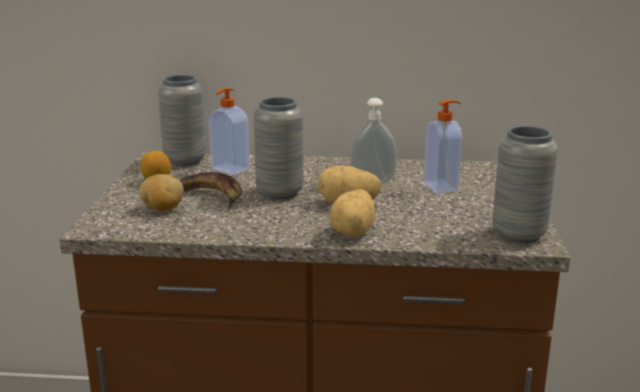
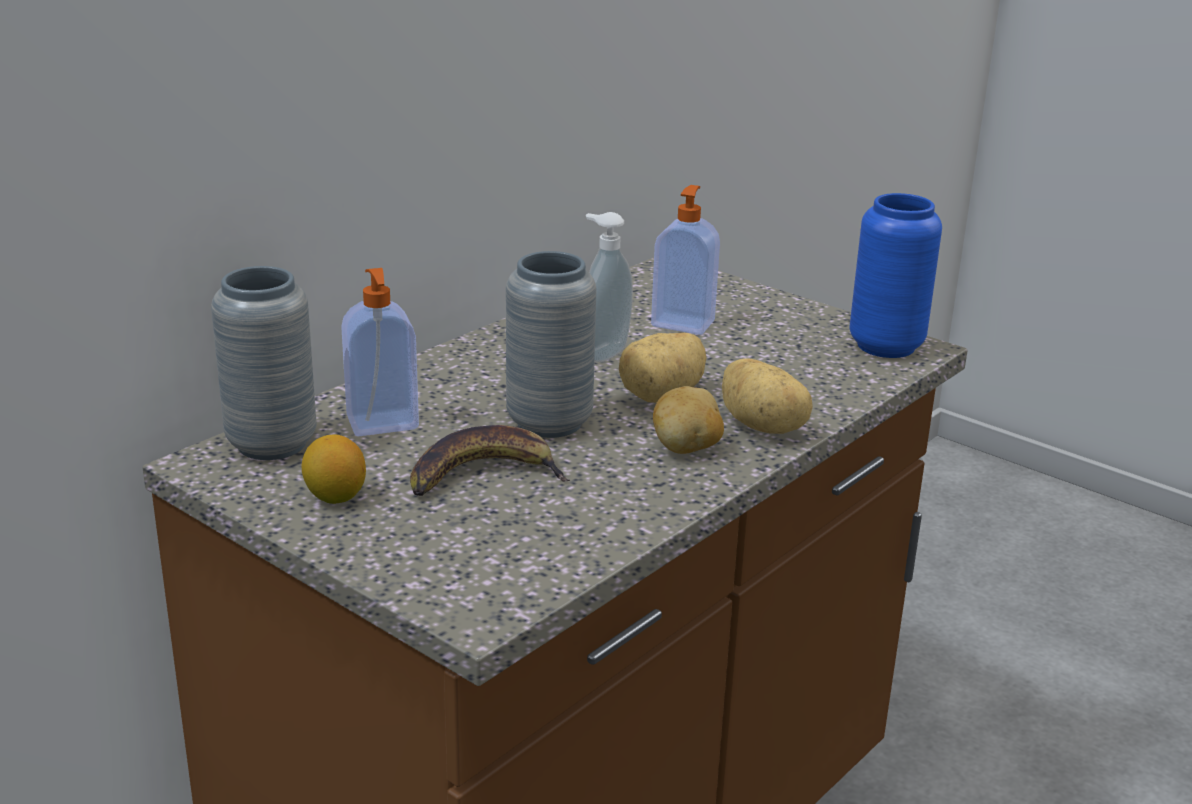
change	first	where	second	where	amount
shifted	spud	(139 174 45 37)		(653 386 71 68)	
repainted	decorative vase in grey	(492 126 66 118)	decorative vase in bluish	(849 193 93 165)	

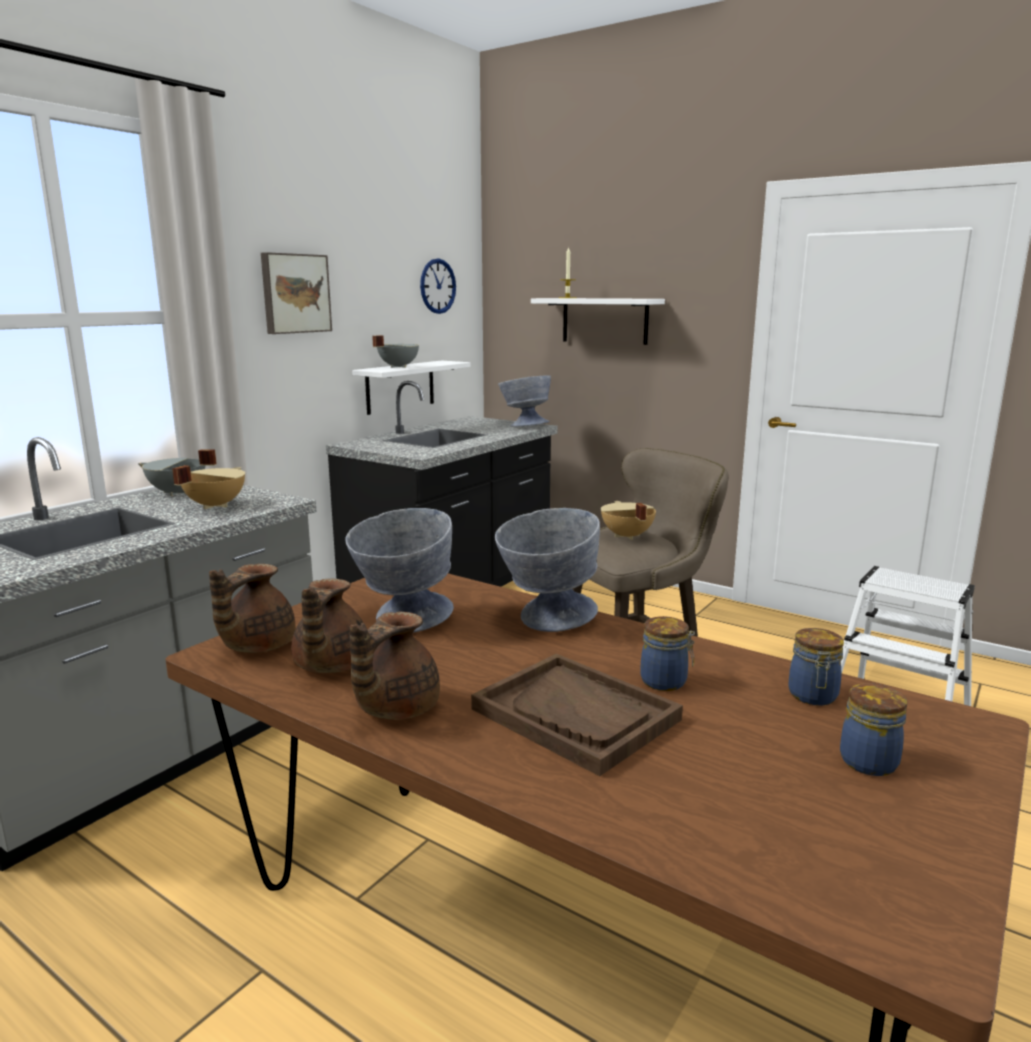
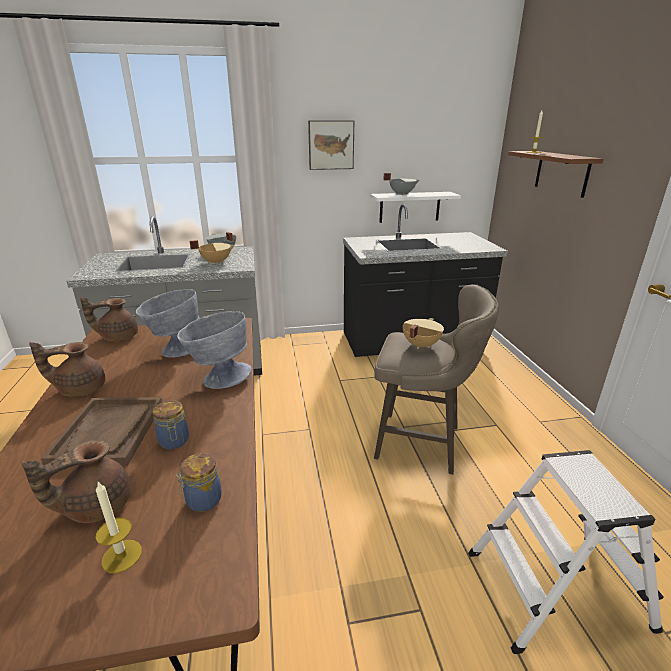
change	first	where	second	where	amount
shifted	pot for tea in brown	(291 579 72 94)		(22 440 109 83)	
swapped	jar	(840 683 67 93)	candle	(96 482 46 91)	
repainted	shelf in white-coloured	(531 298 134 47)	shelf in brown	(508 151 96 47)	
gone	wall clock	(420 259 36 55)			
gone	serving bowl in grey	(498 375 53 52)			

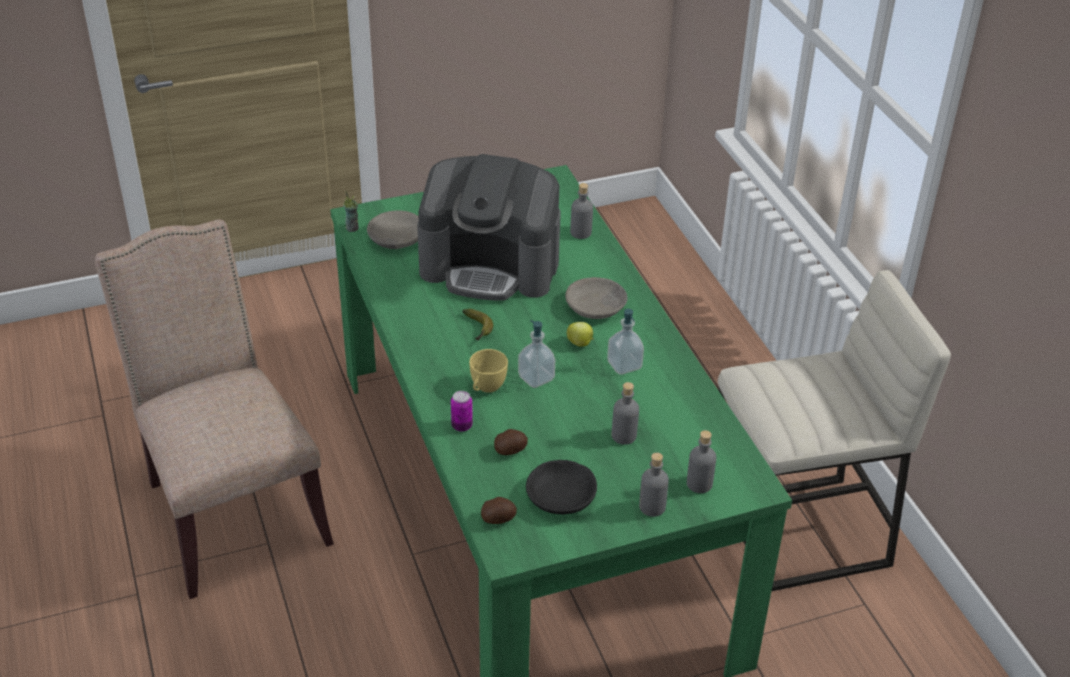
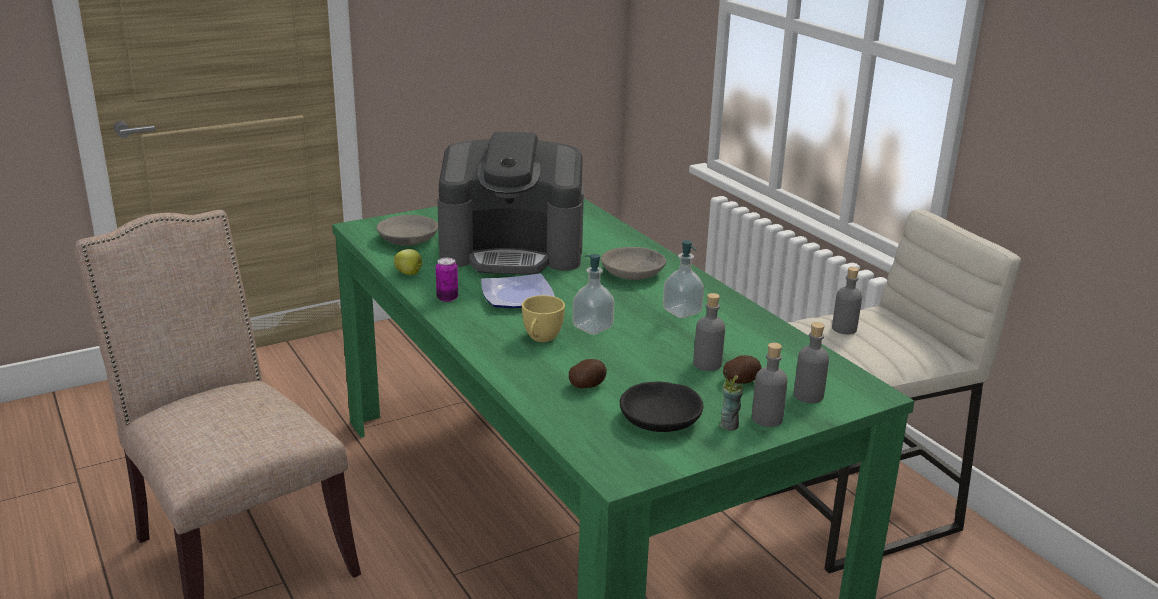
change	first	where	second	where	amount
shifted	apple	(567 322 27 25)		(394 249 29 26)	
shifted	can	(451 391 22 40)		(436 258 22 44)	
swapped	banana	(462 309 31 32)	dinner plate	(481 273 74 35)	
shifted	cup	(343 191 15 41)		(719 370 24 61)	
shifted	spud	(481 497 36 27)		(723 355 39 29)	
shifted	bottle in grey	(570 183 23 56)		(832 267 30 67)	

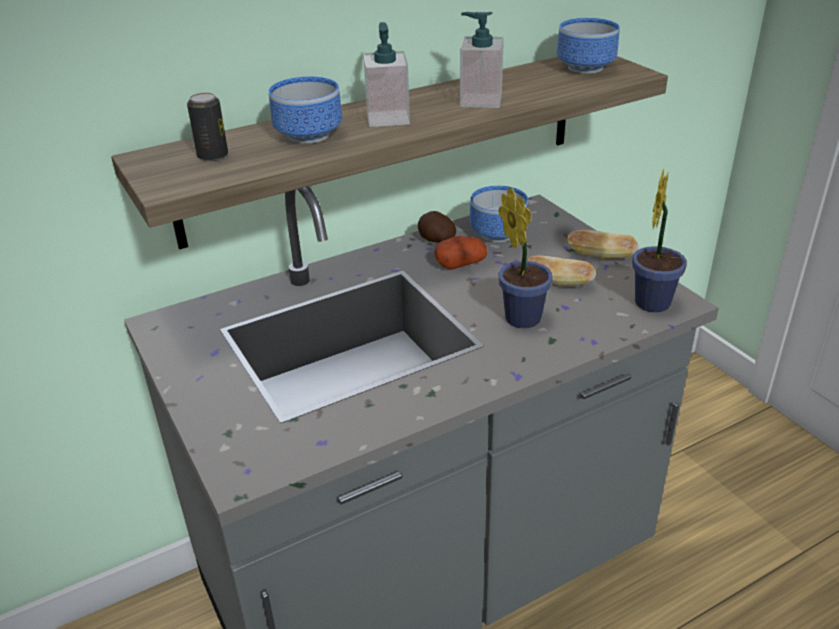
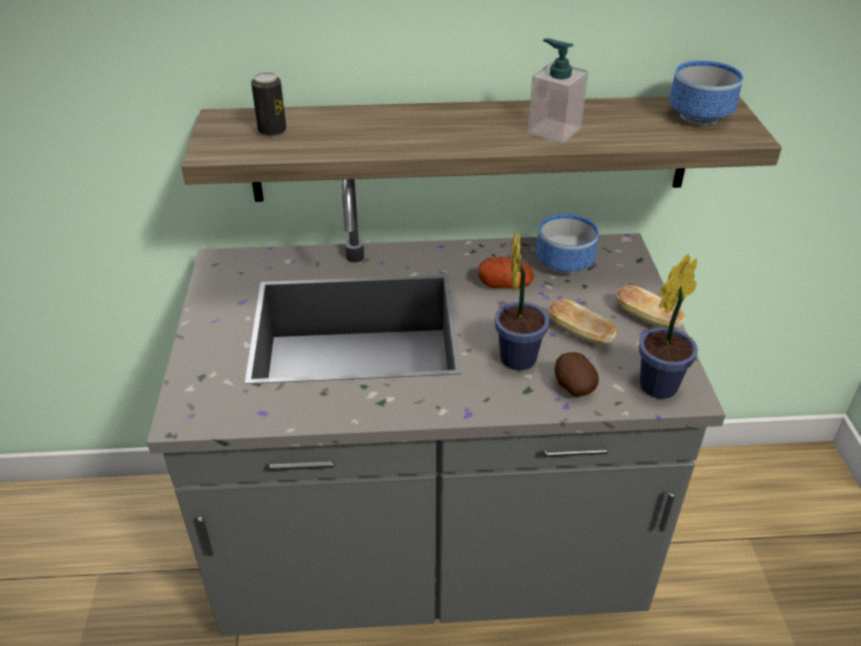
change	first	where	second	where	amount
shifted	spud	(418 211 38 32)		(555 352 44 45)	
gone	serving bowl	(269 77 73 67)			
gone	liquid soap bottle	(363 22 47 105)			

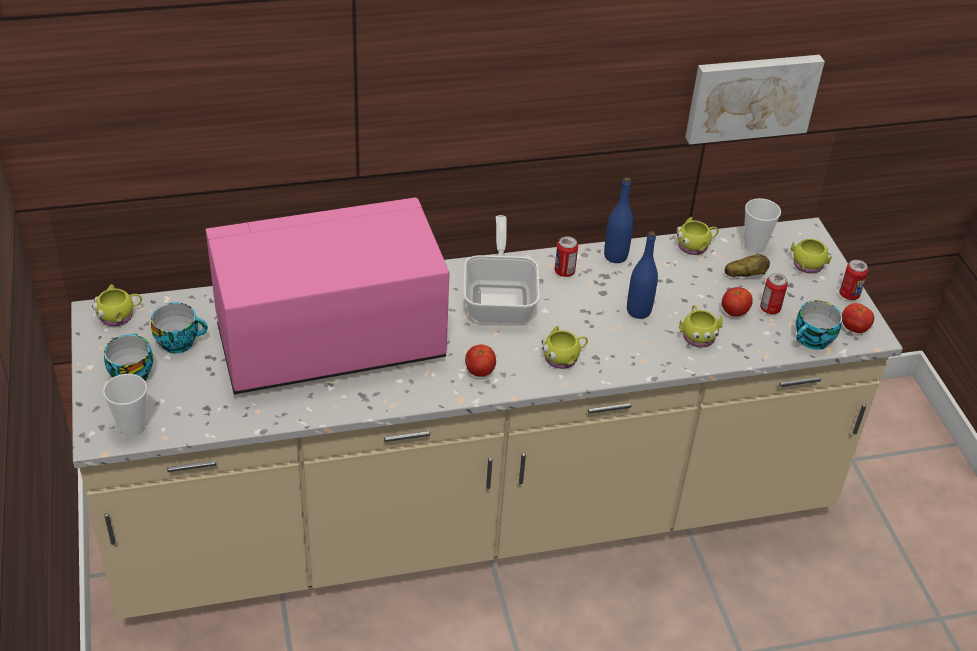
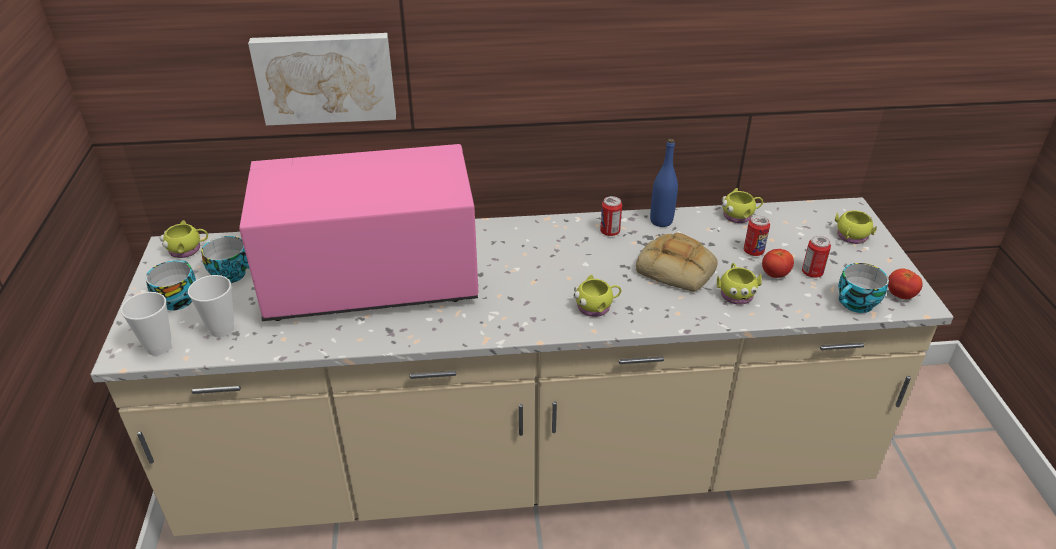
change	first	where	second	where	amount
shifted	cup	(744 198 37 55)		(188 275 46 62)	
shifted	wall art	(685 55 140 89)		(248 33 148 93)	
swapped	bottle in bluish	(627 231 31 88)	bakery bread	(636 233 82 59)	
shifted	can	(839 260 29 40)		(744 215 26 41)	
gone	skillet	(463 215 77 108)			
gone	whole tomato	(465 344 31 33)			
gone	spud	(725 254 45 23)			

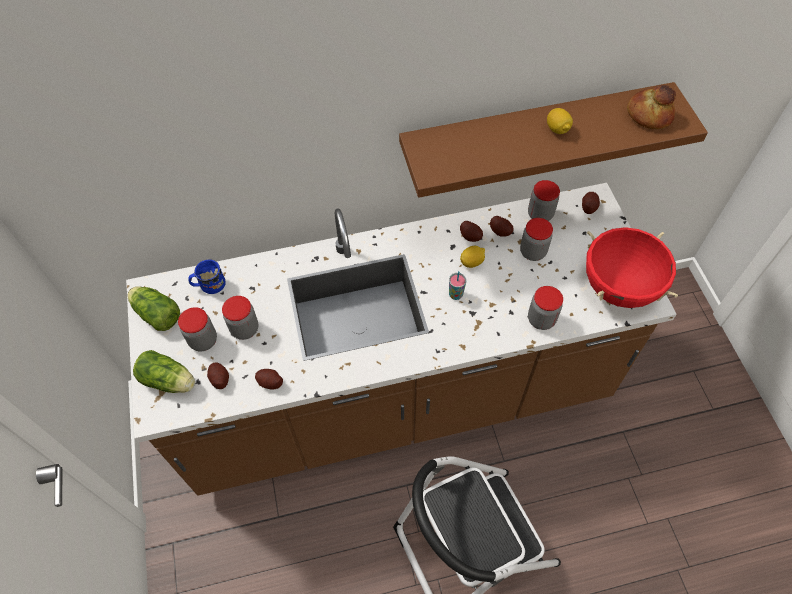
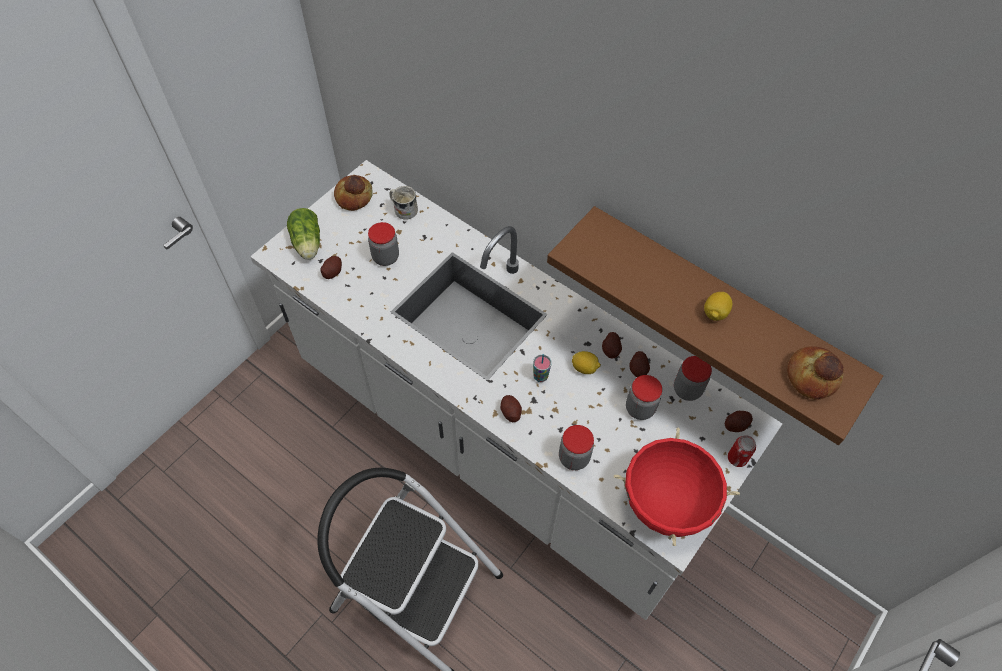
change	first	where	second	where	amount
repainted	kitchen base unit in brown	(126 183 551 313)	kitchen base unit in white-coloured	(250 160 532 460)	
swapped	lettuce	(127 286 53 45)	bakery bread	(334 175 39 36)	
repainted	coffee mug in bluish	(188 259 38 35)	coffee mug in white-coloured	(389 186 29 34)	
shifted	spud	(255 369 28 21)		(500 395 22 27)	
new			can	(728 435 28 32)	
gone	jar	(178 307 39 44)			

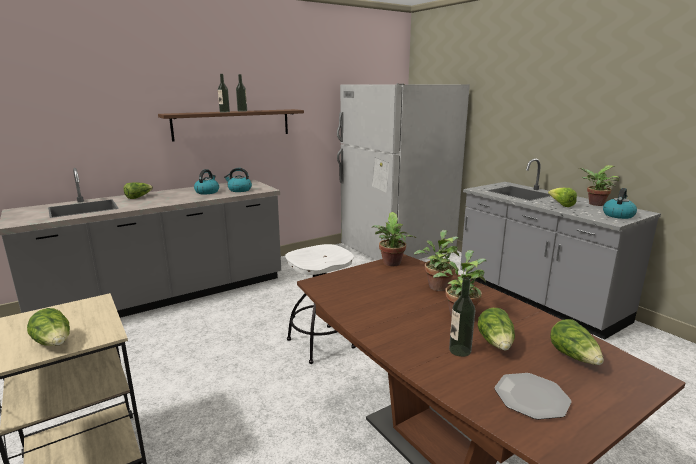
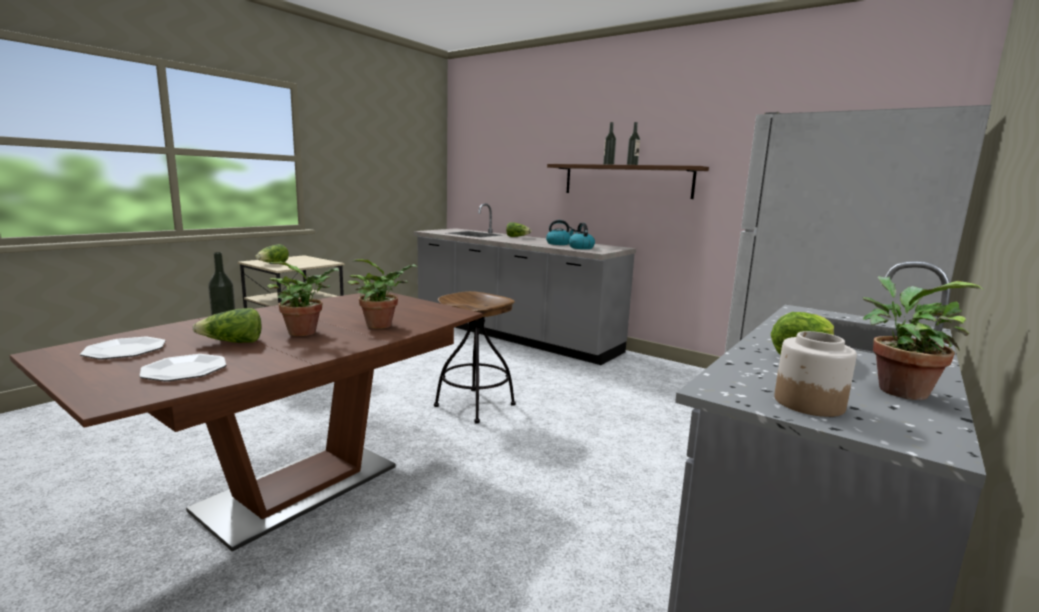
change	first	where	second	where	amount
swapped	lettuce	(550 319 54 46)	dinner plate	(139 354 87 27)	
repainted	stool in white-coloured	(285 244 71 120)	stool in brown	(434 291 82 133)	
swapped	kettle	(603 188 34 31)	jar	(774 331 83 86)	
gone	houseplant	(372 212 44 54)			

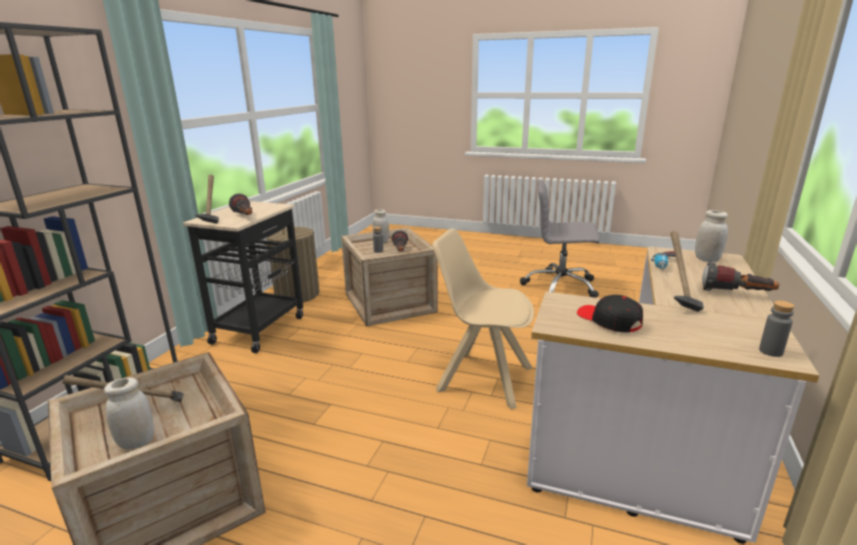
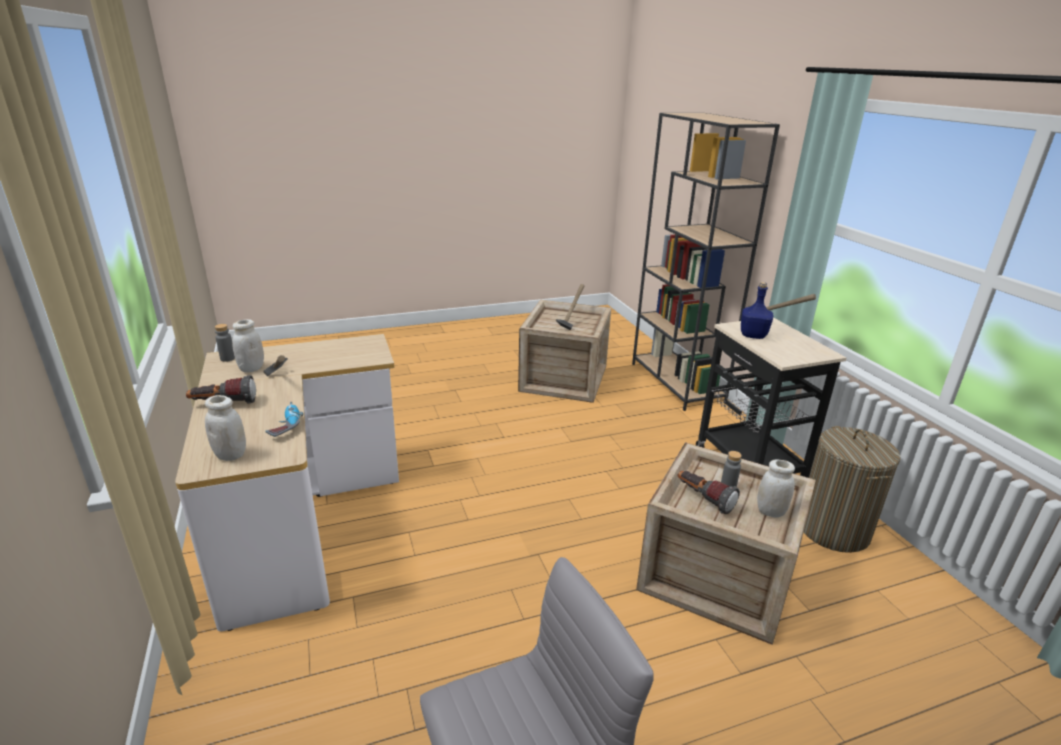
change	first	where	second	where	amount
shifted	jar in white-coloured	(104 378 50 71)		(232 319 32 54)	
swapped	torch	(229 193 24 22)	bottle in bluish	(741 282 32 57)	
gone	upright chair in sand-coloured	(433 229 101 180)			
gone	baseball cap in blackish	(577 295 66 38)			

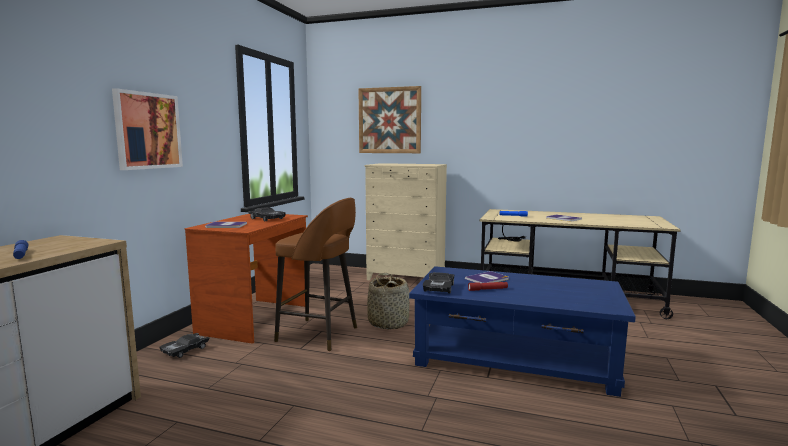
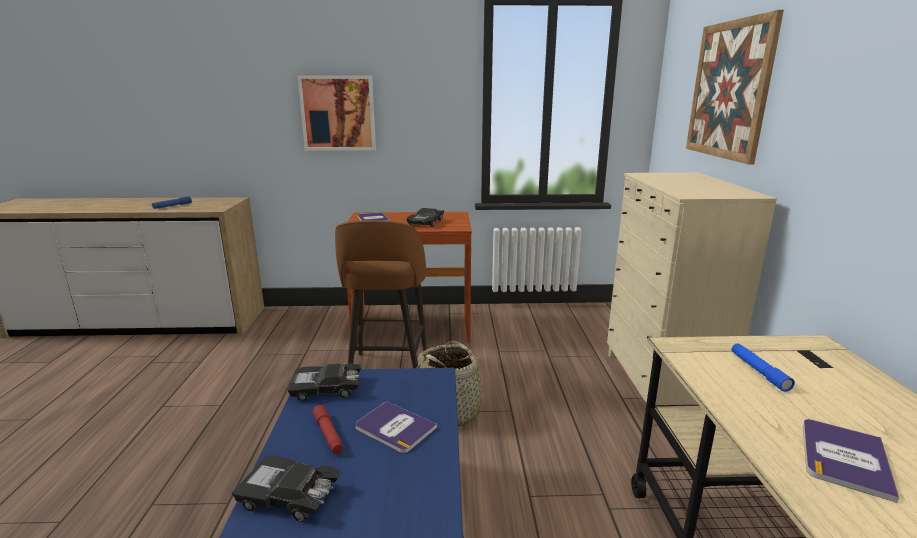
change	first	where	second	where	amount
shifted	toy car in blackish	(159 333 51 25)		(232 456 110 66)	

